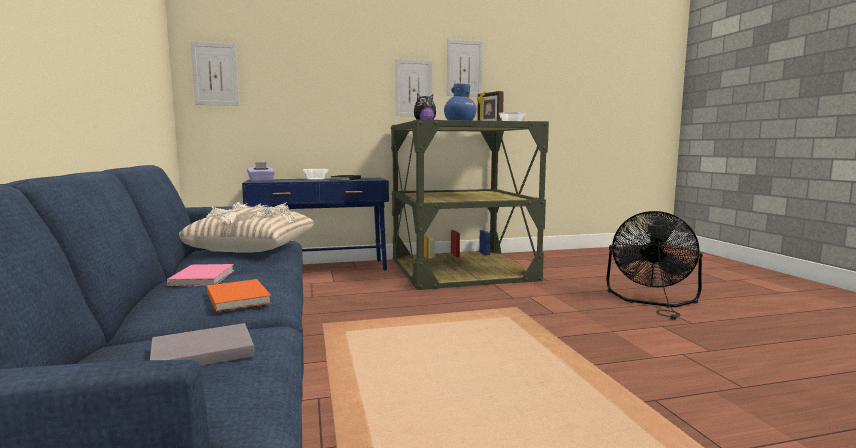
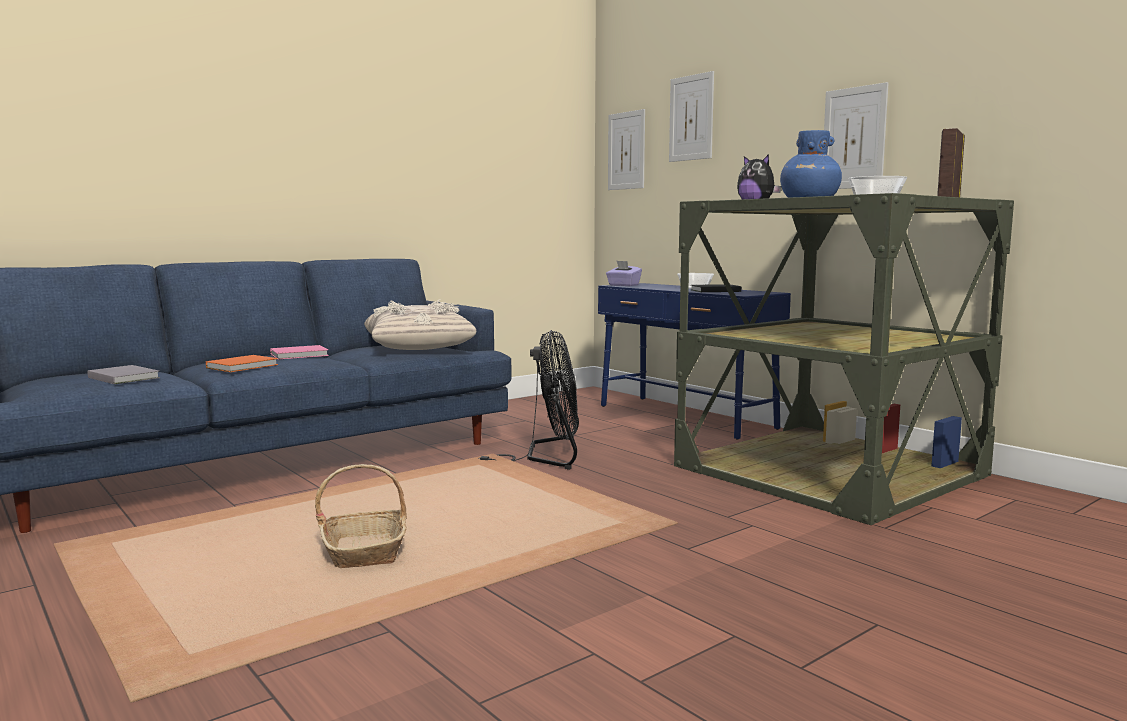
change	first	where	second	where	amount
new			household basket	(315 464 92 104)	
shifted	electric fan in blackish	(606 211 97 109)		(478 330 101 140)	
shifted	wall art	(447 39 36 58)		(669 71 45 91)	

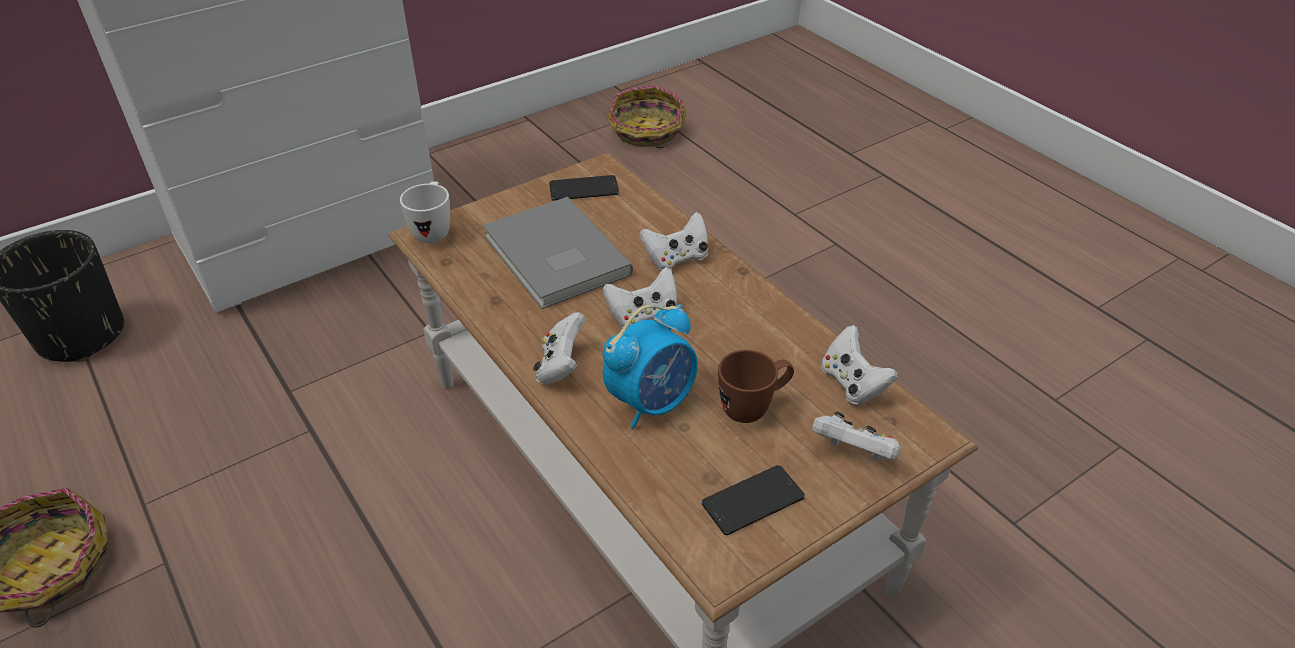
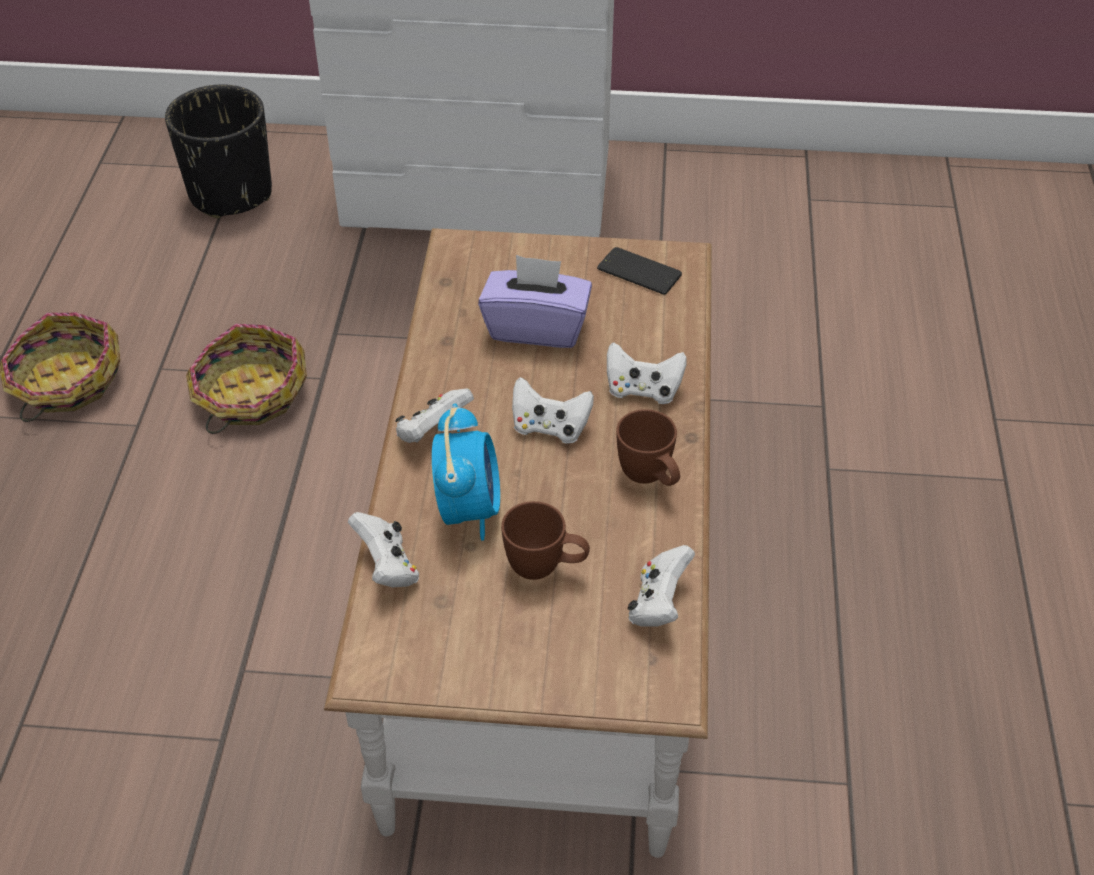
change	first	where	second	where	amount
shifted	household basket	(606 86 81 62)		(186 324 121 110)	
shifted	game controller in white-coloured	(812 412 88 49)		(348 512 71 75)	
rotated	table clock	(603 304 95 126)		(432 403 68 138)	90 degrees counterclockwise
swapped	volume in grey	(482 197 151 112)	tissue holder in purple-coloured	(478 255 114 93)	
new			coffee mug in brown	(616 409 64 77)	
gone	coffee mug in white-coloured	(400 181 50 63)			
gone	telephone	(702 465 103 70)			

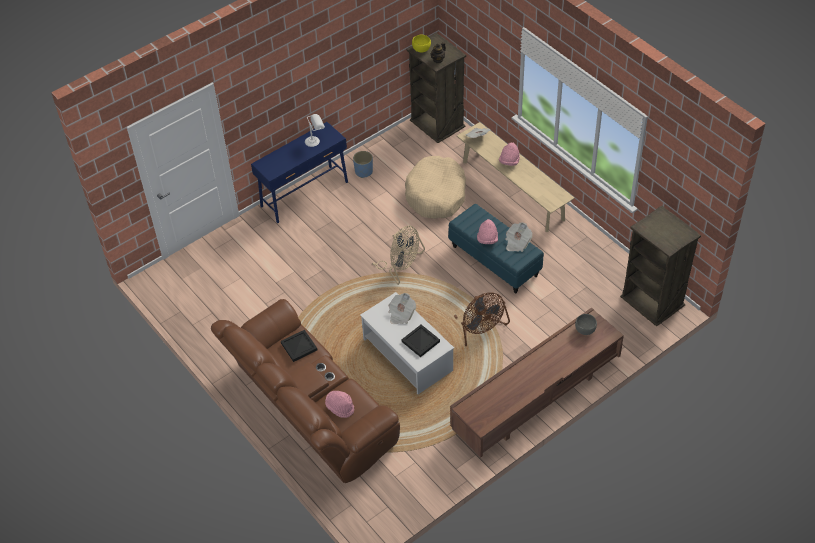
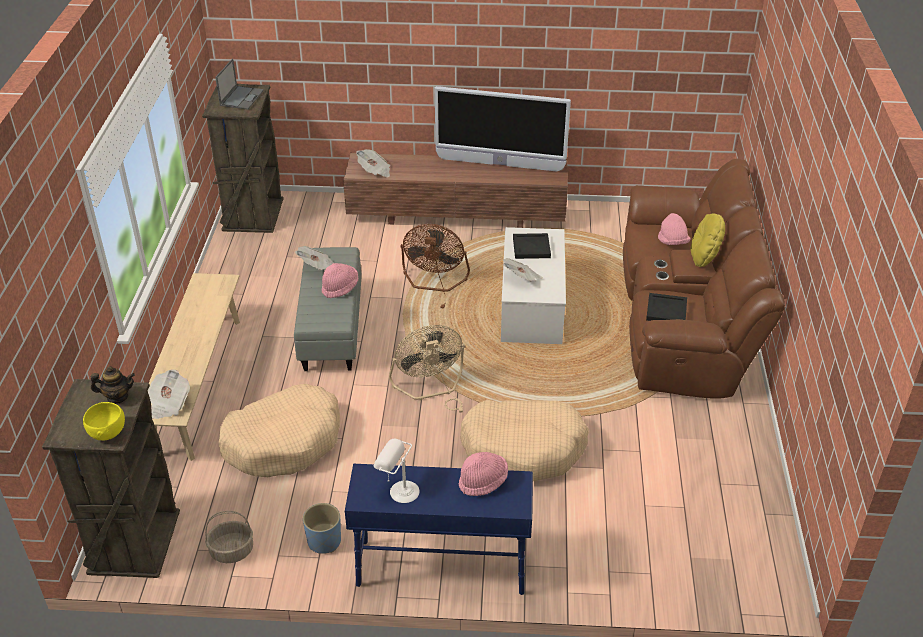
change	first	where	second	where	amount
new			household basket	(205 511 48 52)	
new			portable computer	(215 59 49 51)	
repainted	footrest in bluish	(448 204 96 90)	footrest in grey	(294 247 67 124)	
swapped	serving bowl in grey	(575 314 22 21)	newspaper	(356 149 34 29)	
new			TV	(435 86 136 85)	
shifted	hat in pinkish	(499 142 21 24)		(459 452 49 44)	
new			dog cushion in sand-coloured	(460 400 129 81)	
new			throw pillow in yellow-coloured	(690 213 35 54)	

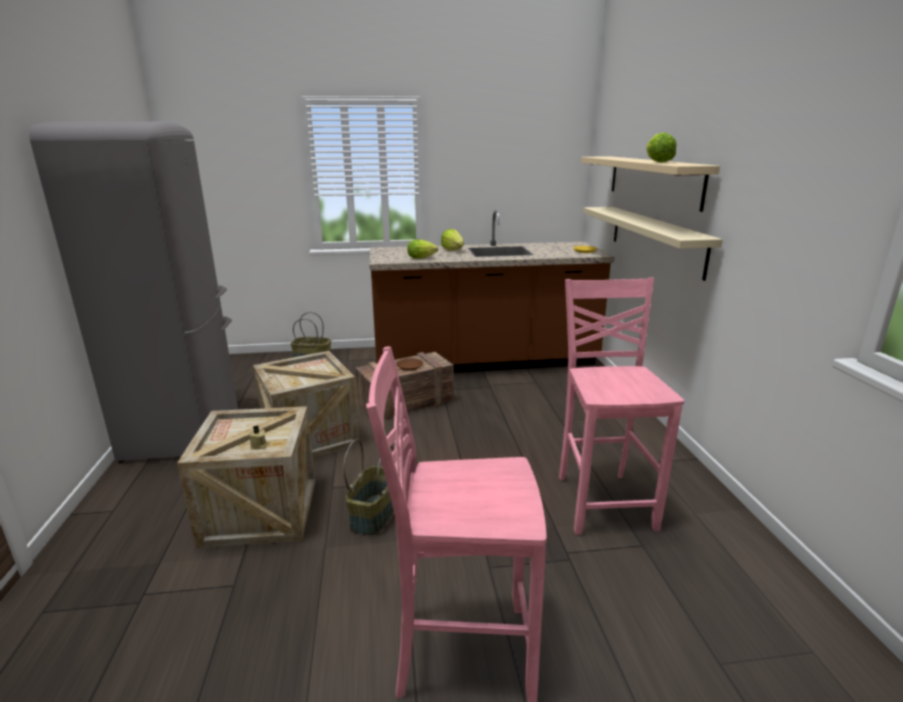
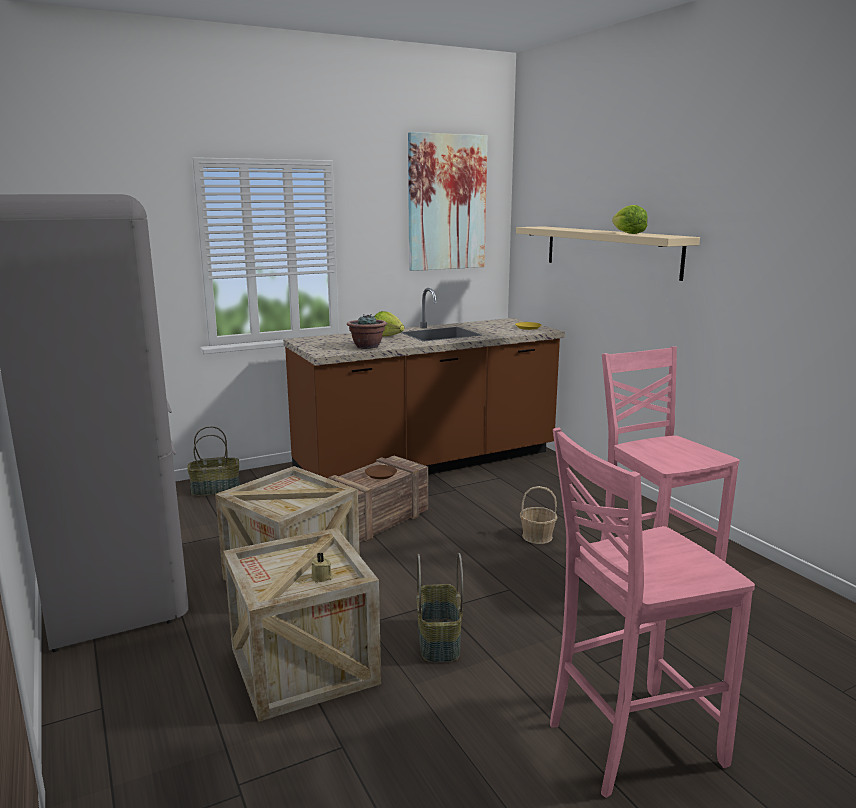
change	first	where	second	where	amount
swapped	lettuce	(407 239 31 20)	houseplant	(347 314 40 35)	
new			wall art	(408 132 79 139)	
new			household basket	(520 486 38 58)	
gone	shelf in sand-coloured	(583 207 140 74)			

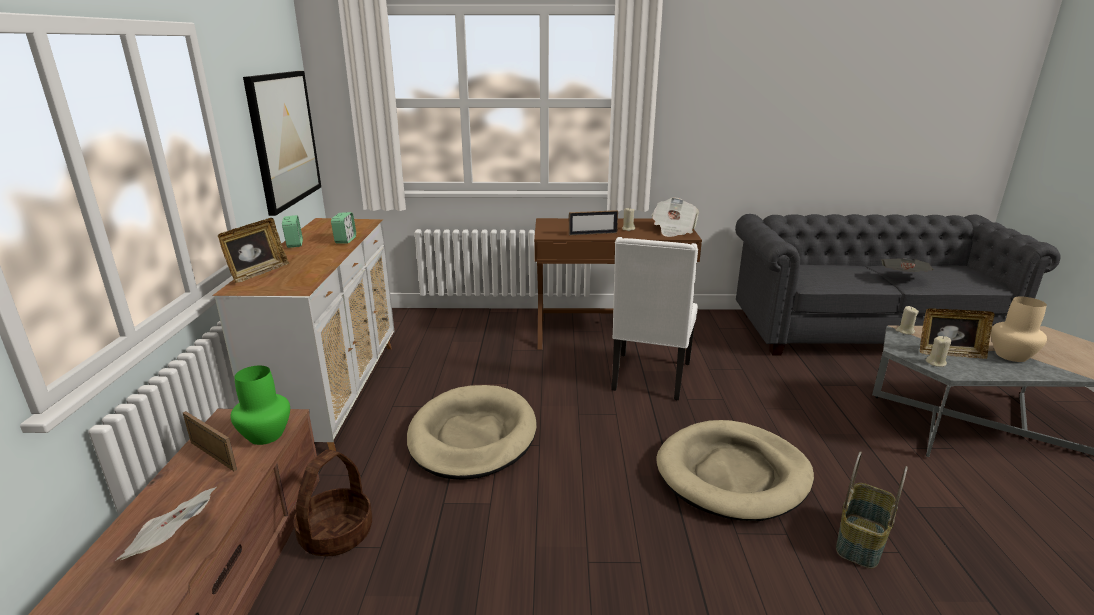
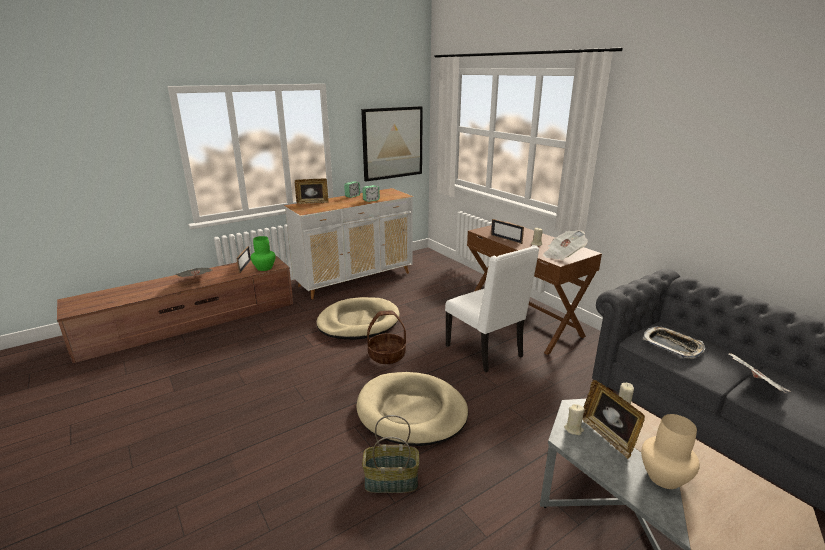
change	first	where	second	where	amount
shifted	household basket	(293 449 79 107)		(367 310 39 54)	
rotated	upright chair in white-coloured	(612 237 86 163)		(445 245 94 127)	105 degrees counterclockwise
new			serving tray	(644 326 61 33)	

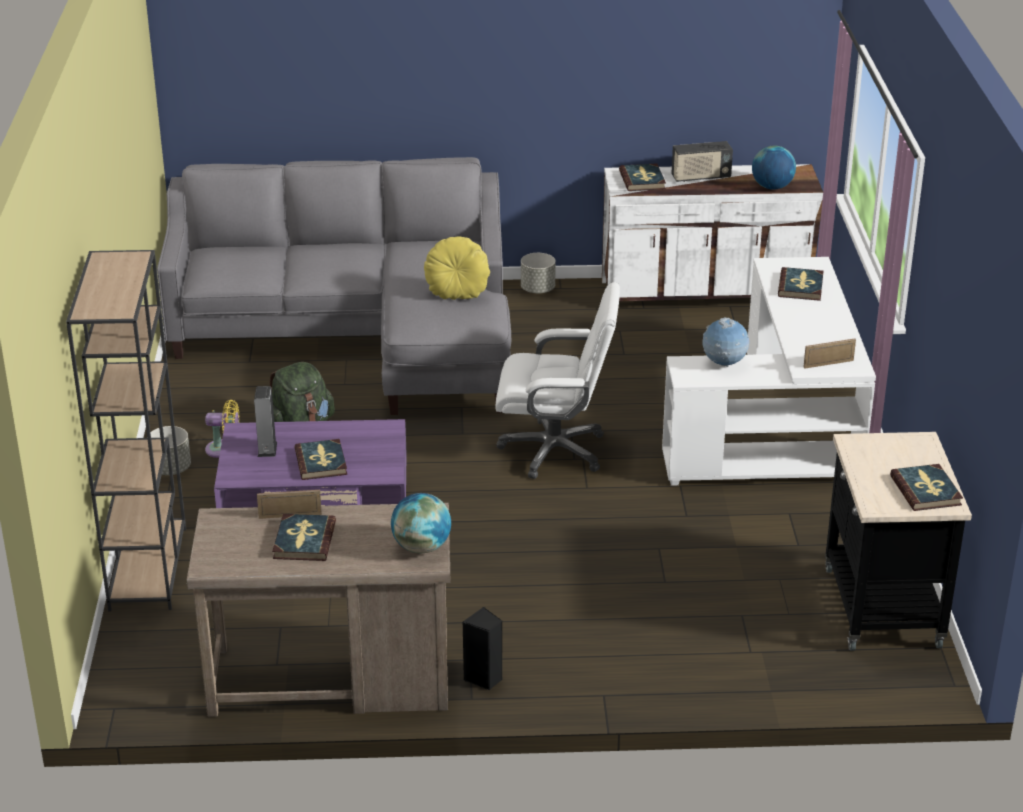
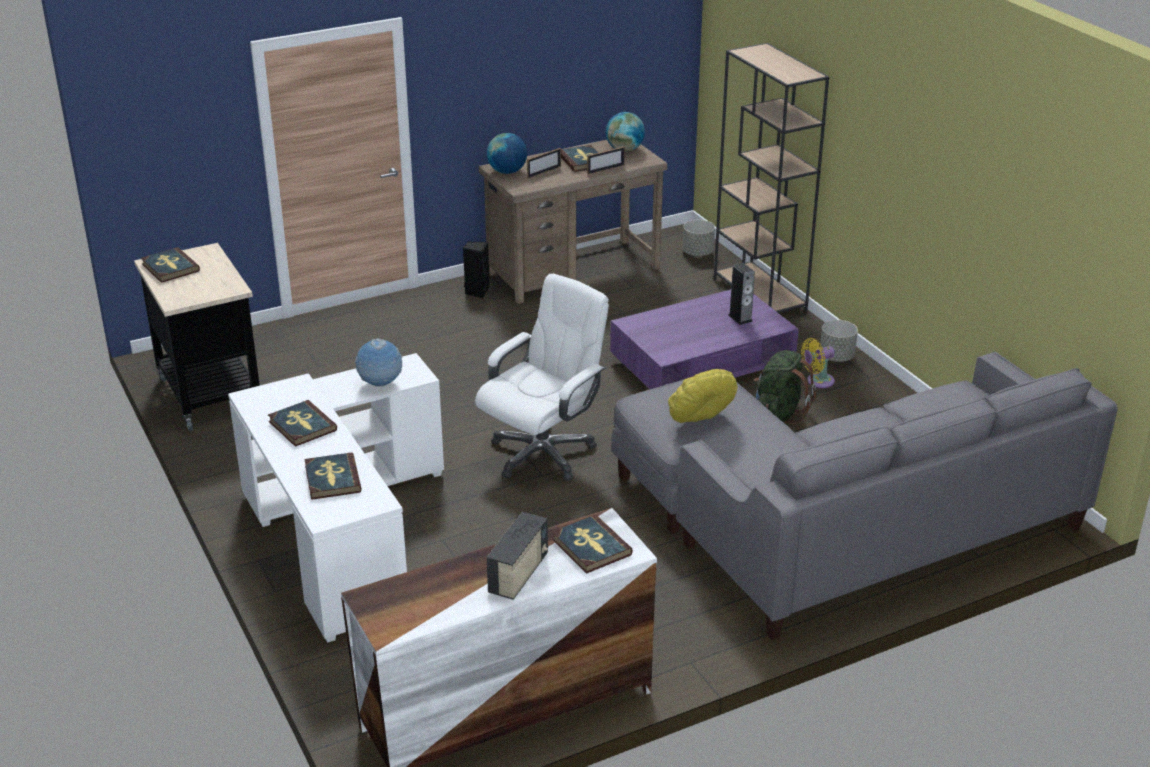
change	first	where	second	where	amount
shifted	volume	(295 439 52 41)		(268 400 69 47)	
rotated	computer chair in white-coloured	(495 282 125 197)		(475 274 134 207)	150 degrees clockwise
rotated	radio receiver	(671 141 62 41)		(487 512 61 88)	150 degrees clockwise
shifted	photo frame	(803 338 53 31)		(527 148 34 30)	
shifted	world globe	(752 146 44 44)		(606 112 39 40)	
shifted	flower pot in grey	(521 253 35 40)		(683 220 32 36)	

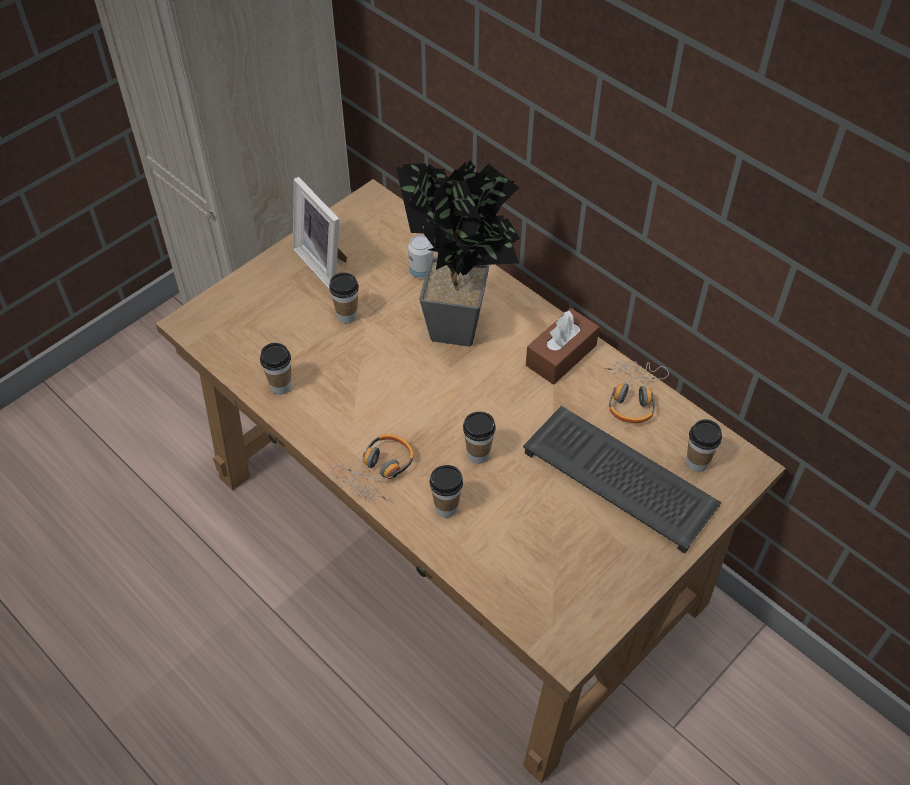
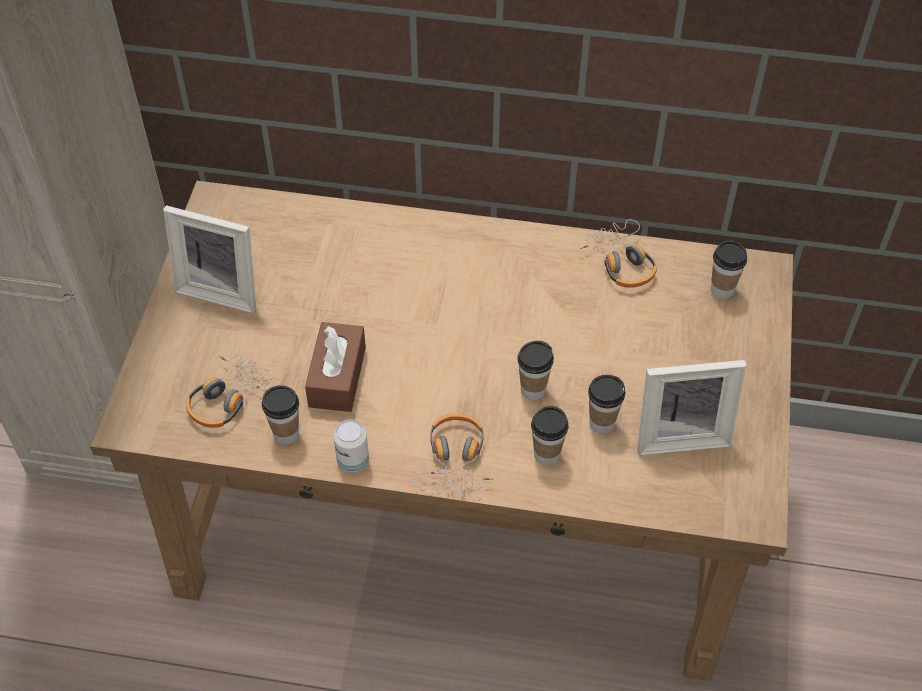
change	first	where	second	where	amount
new			pair of headphones	(186 354 94 74)	
shifted	tissue holder in brown	(526 308 73 77)		(305 322 61 90)	
shifted	can	(408 235 25 44)		(333 419 36 53)	
shifted	cup	(329 273 30 50)		(588 375 37 59)	
new			photo frame	(637 360 109 95)	
gone	houseplant	(396 159 124 188)			
gone	computer keyboard	(523 406 199 148)			

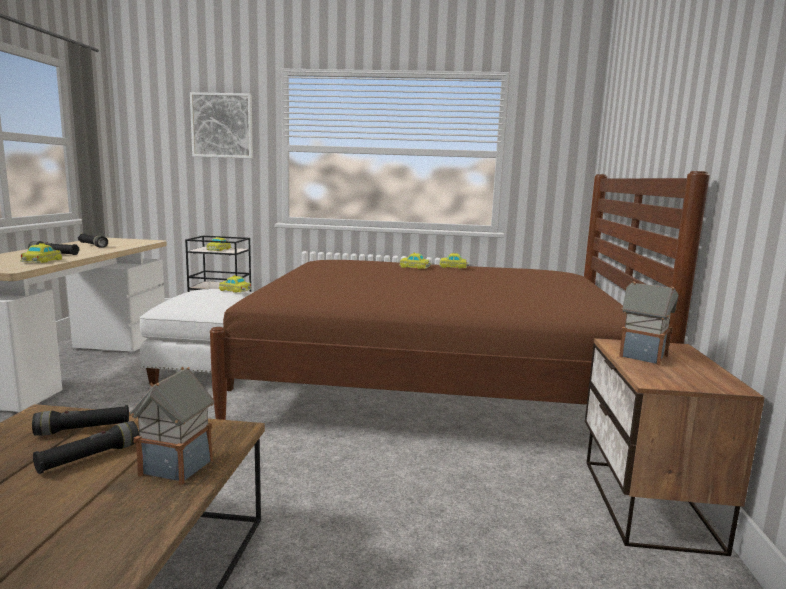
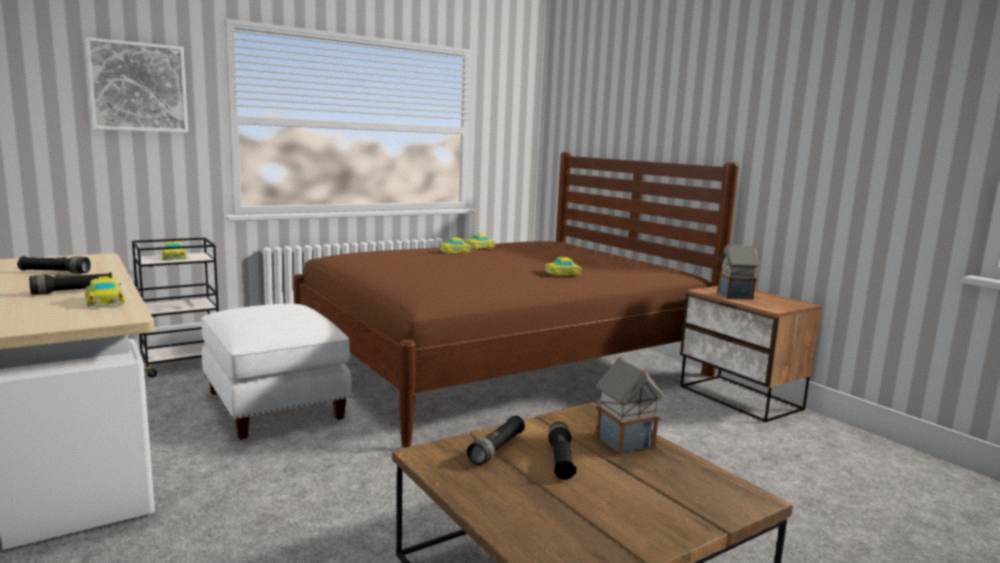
change	first	where	second	where	amount
shifted	toy car	(219 275 33 18)		(545 256 37 20)	

